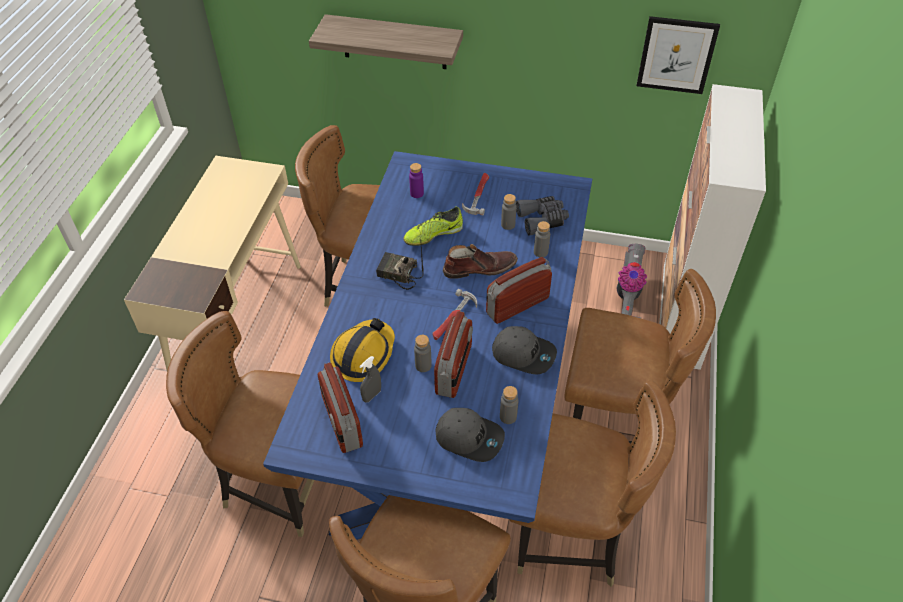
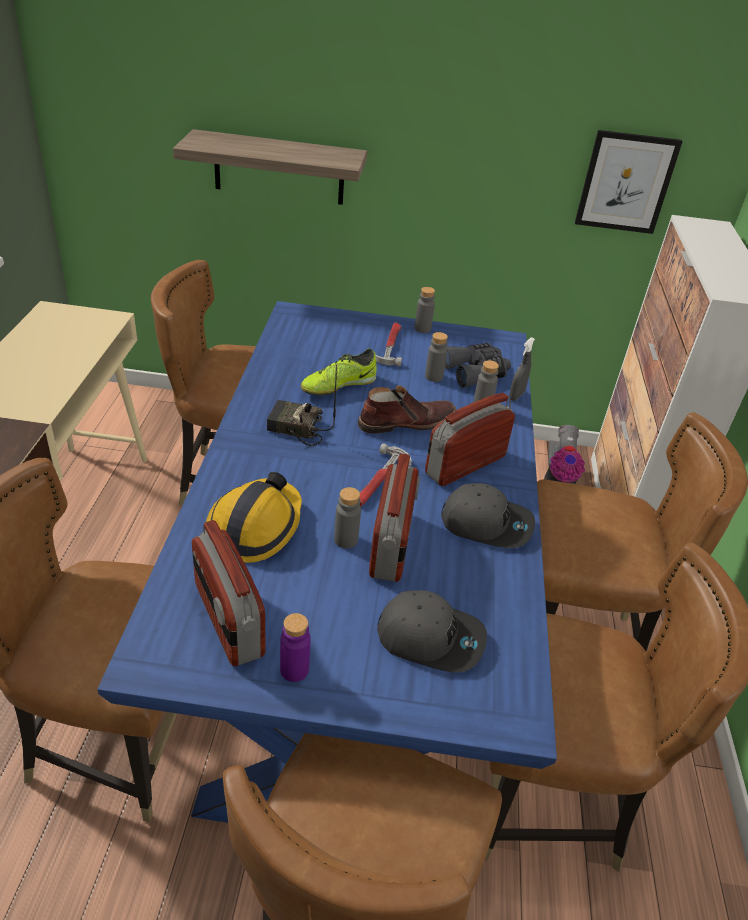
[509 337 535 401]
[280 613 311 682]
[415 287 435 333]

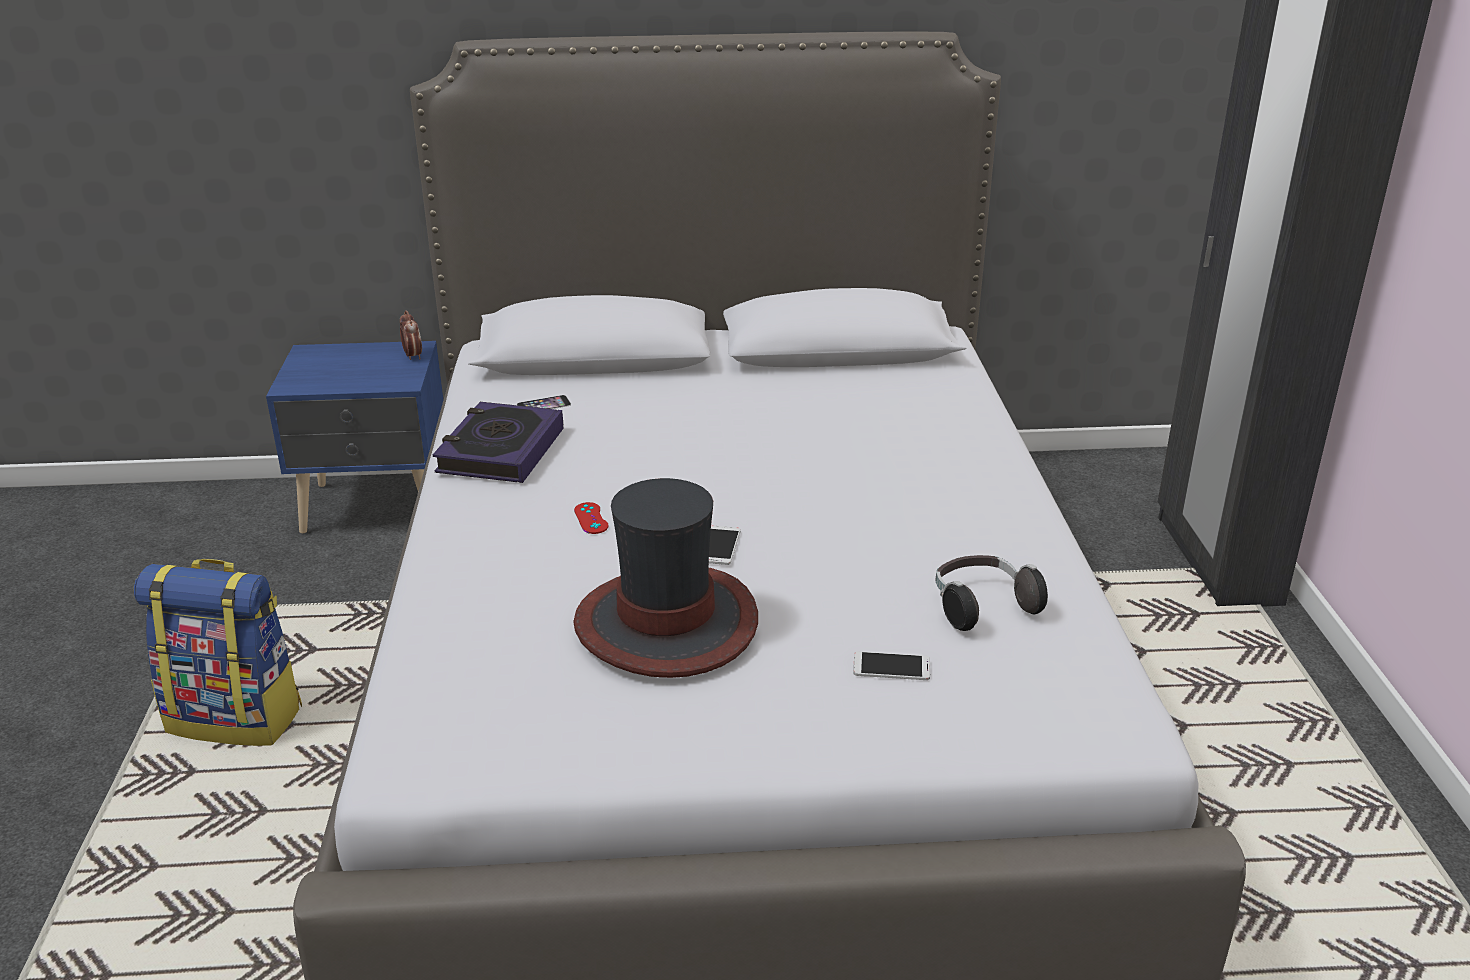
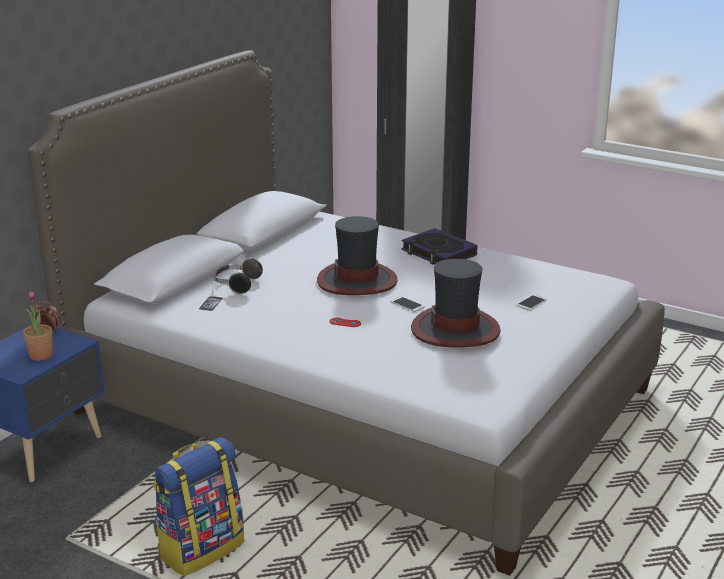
[401 228 478 265]
[214 257 263 295]
[23 291 53 361]
[317 216 398 295]

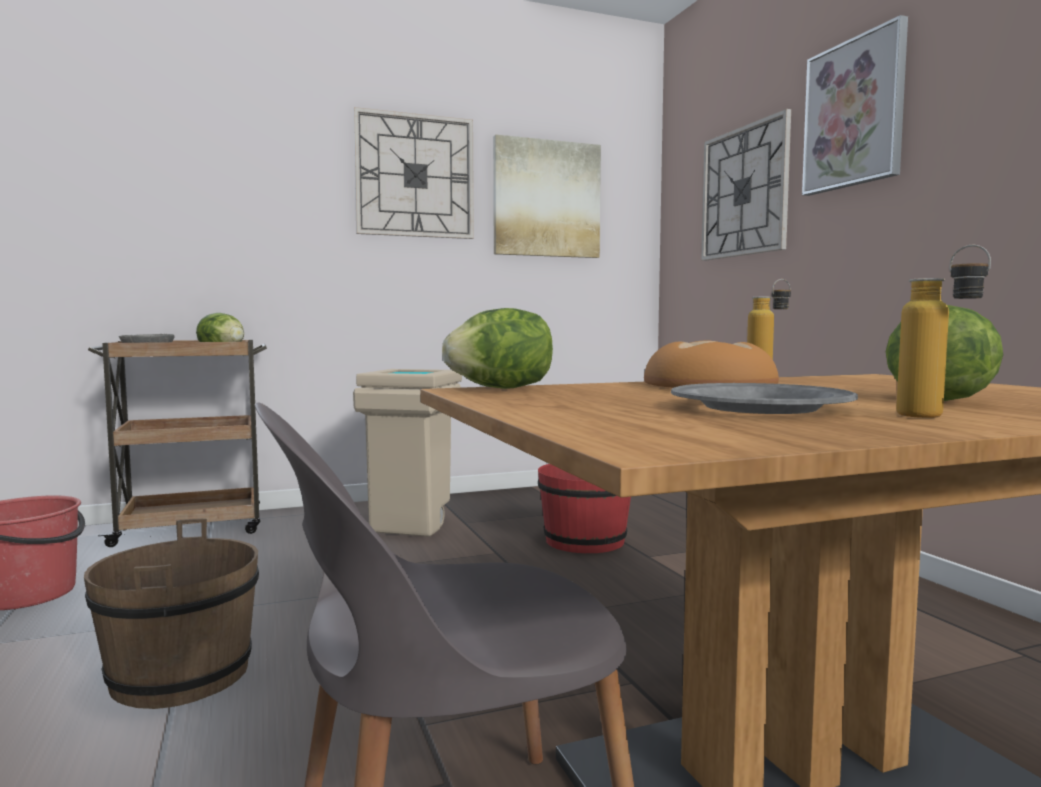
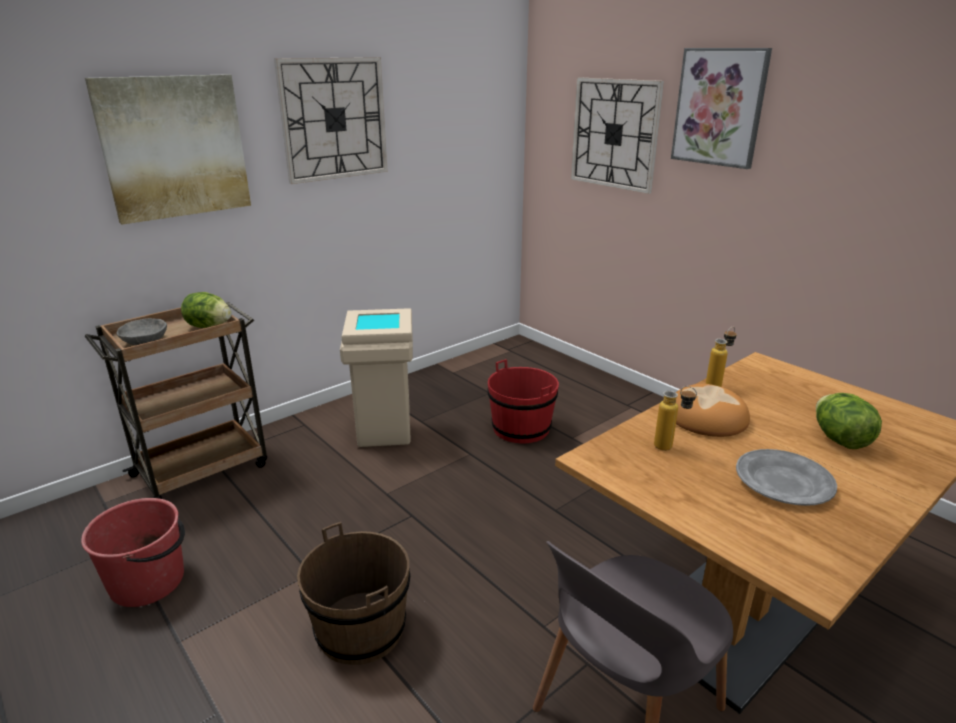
[442 308 553 389] (first image)
[85 74 251 224]
[654 386 697 451]

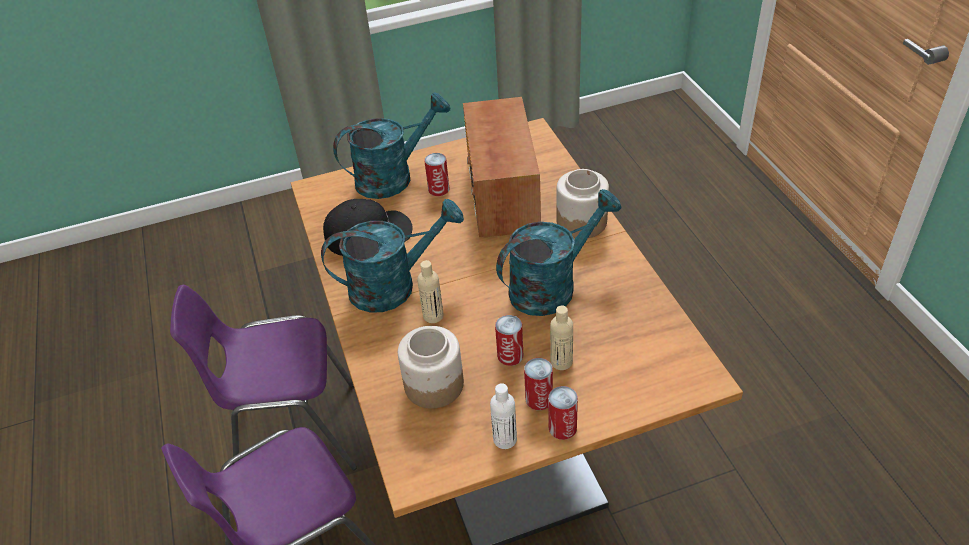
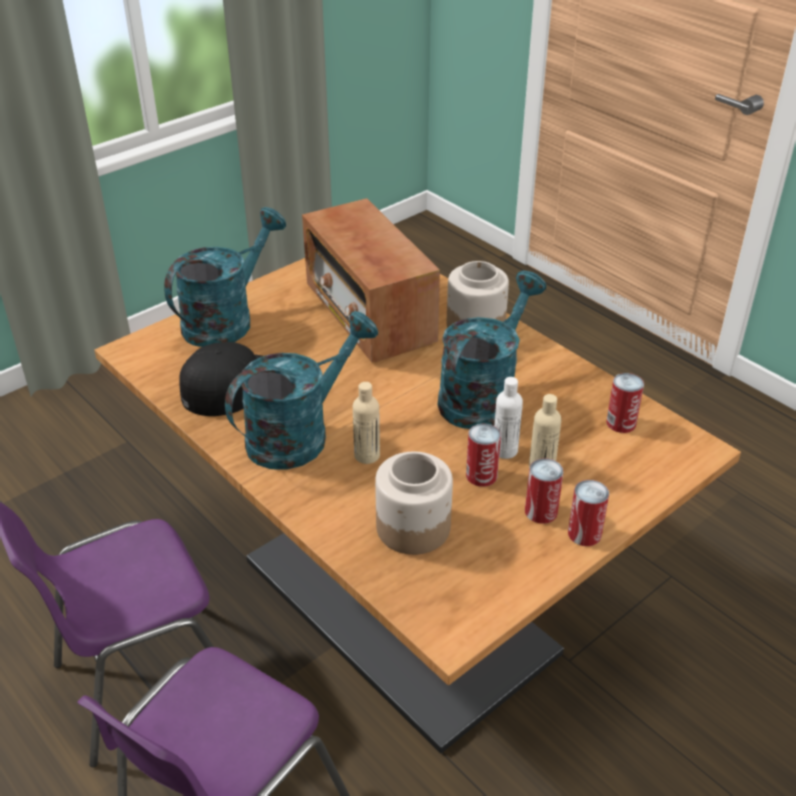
[606 373 644 433]
[494 377 523 459]

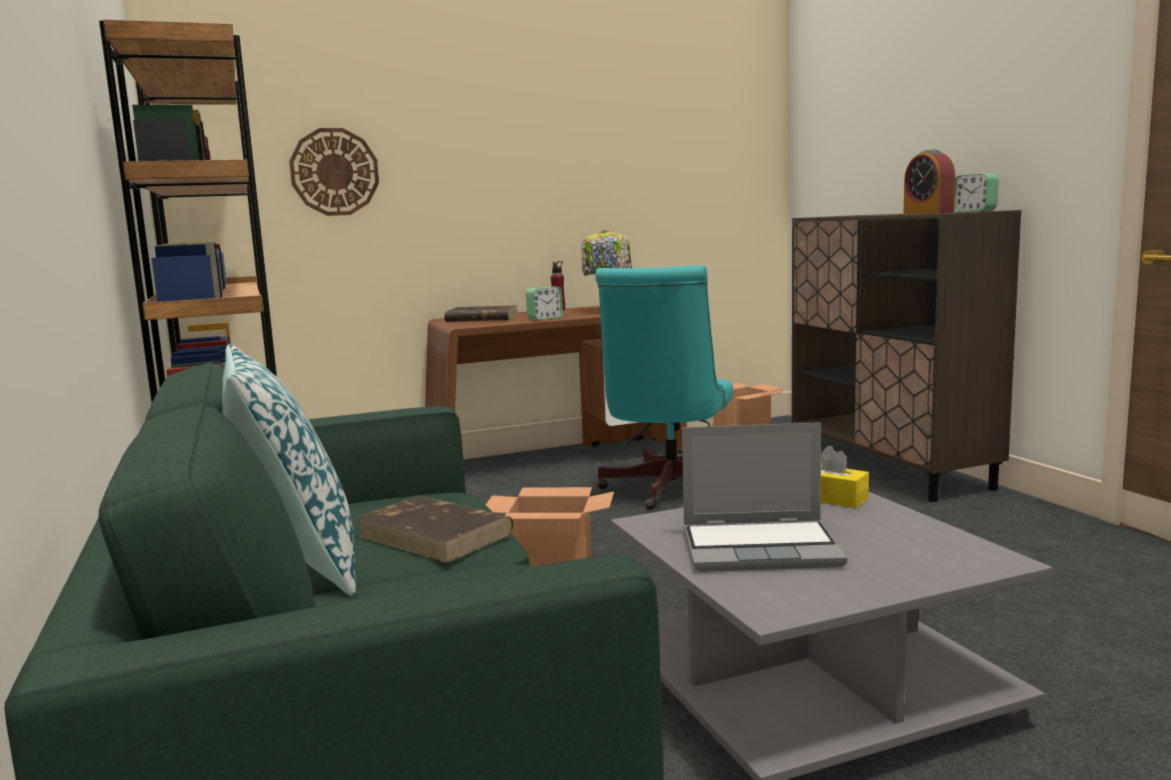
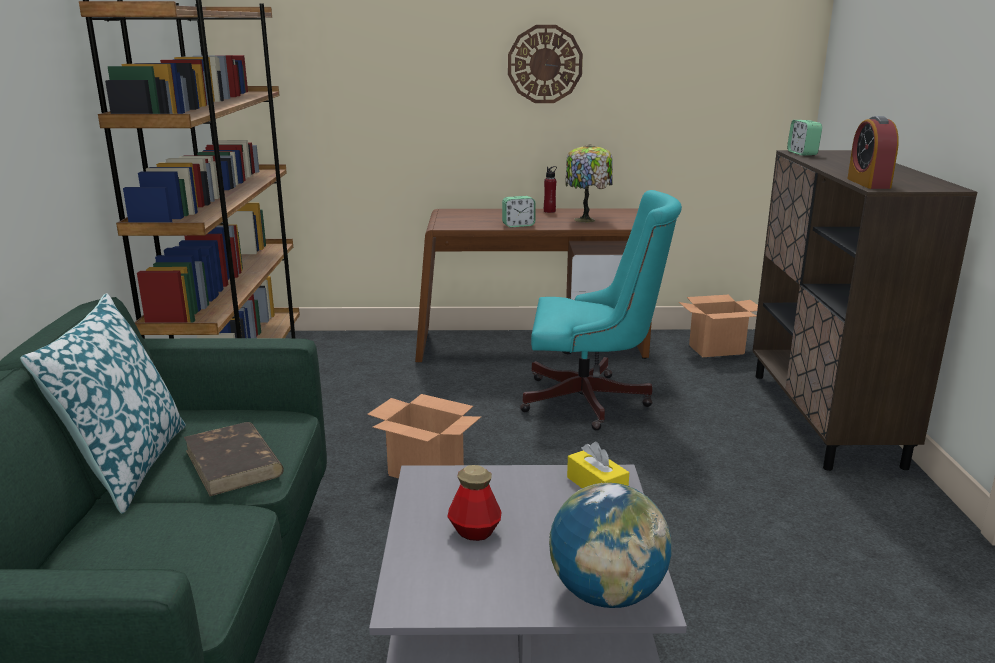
[508 25 583 103]
[444 305 518 322] (first image)
[520 190 682 431]
[447 465 501 541]
[787 120 822 156]
[549 483 672 608]

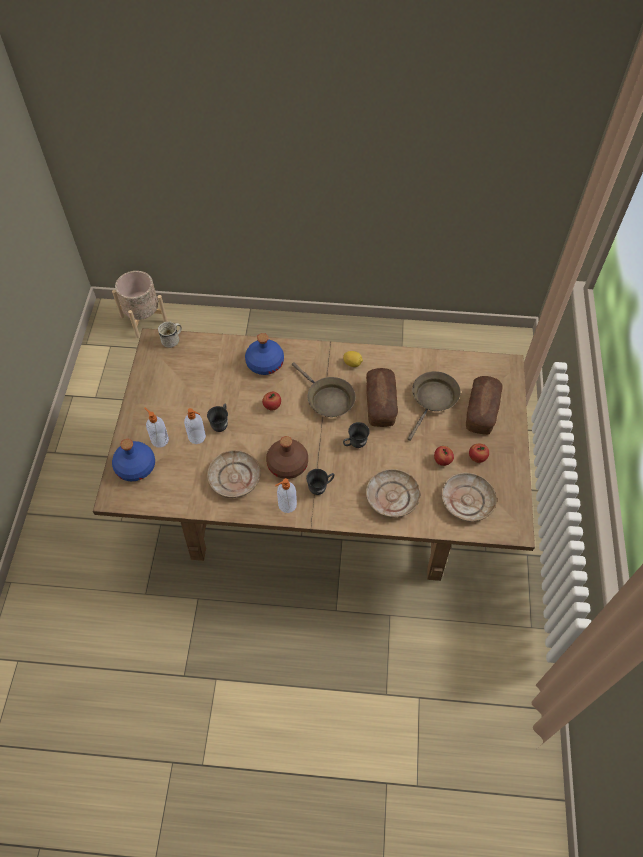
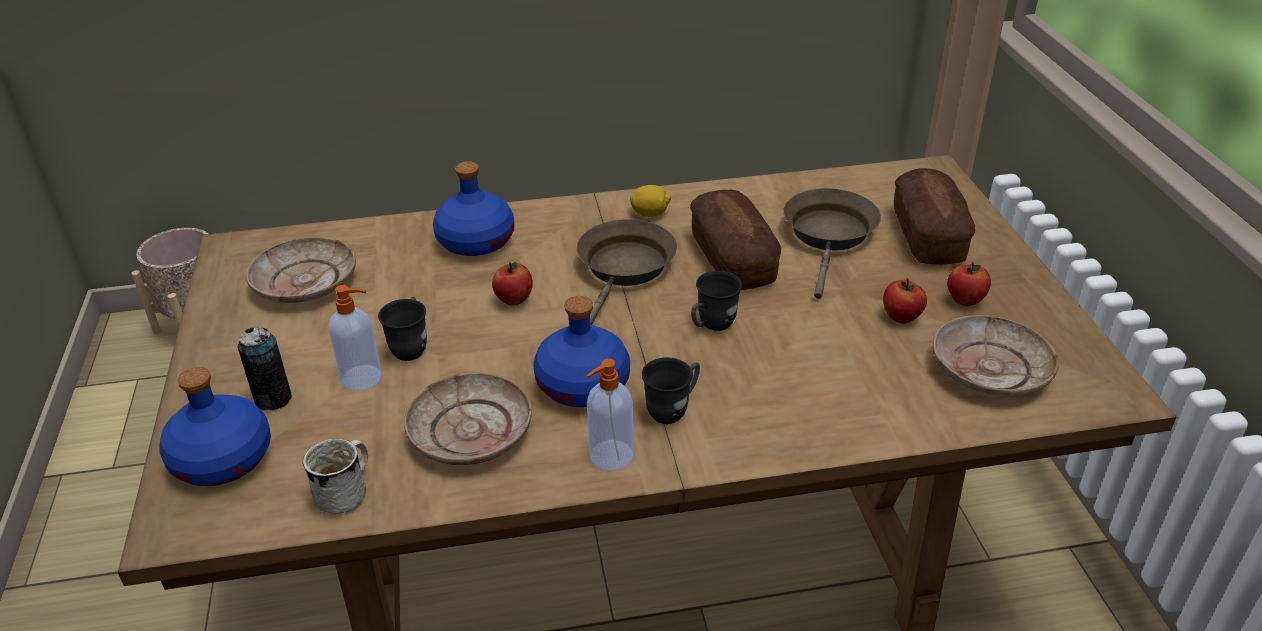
[238 327 292 411]
[303 438 368 514]
[533 296 630 407]
[577 219 677 325]
[246 237 356 303]

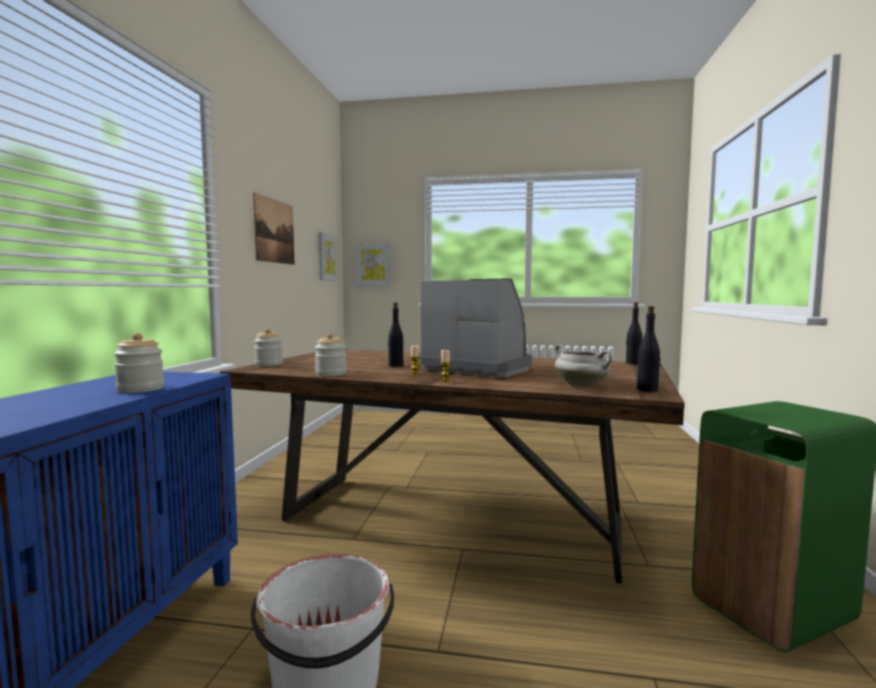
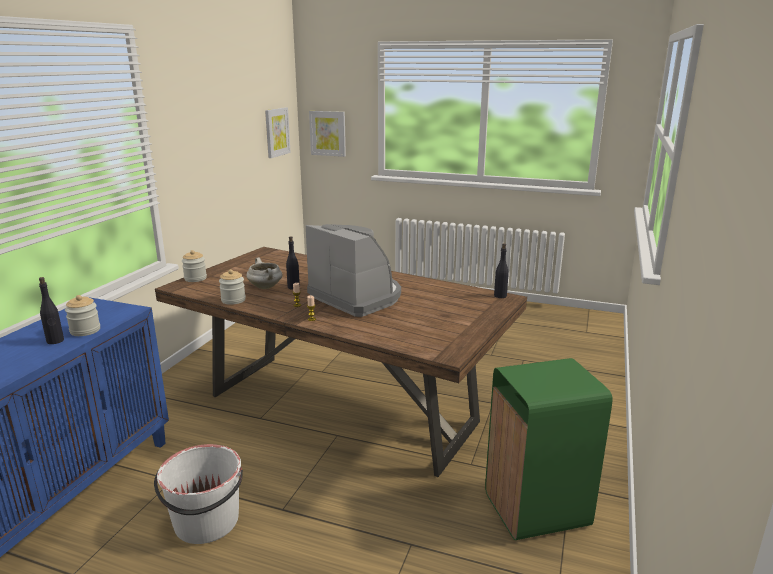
[253 192 294 265] (first image)
[246 257 283 289]
[39 277 64 344]

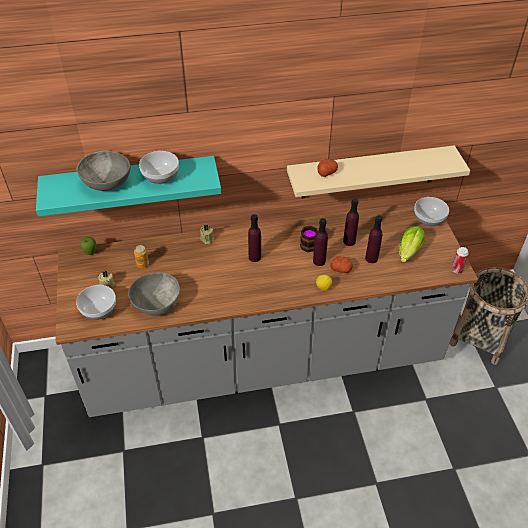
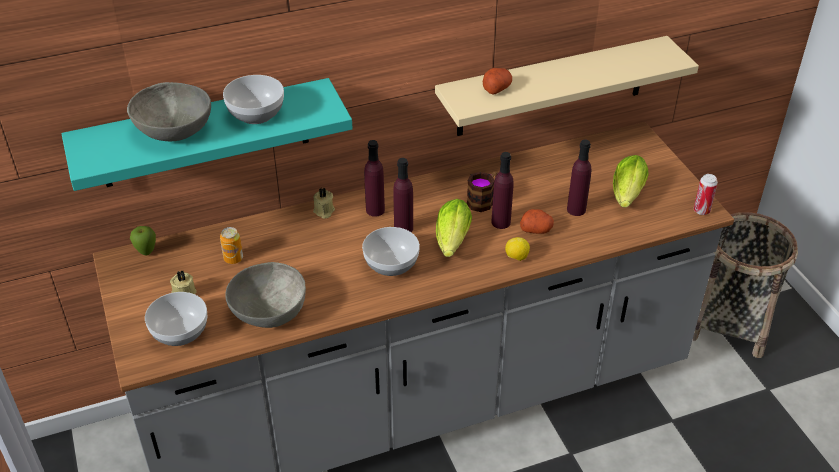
[364 140 385 217]
[362 227 420 276]
[436 199 472 257]

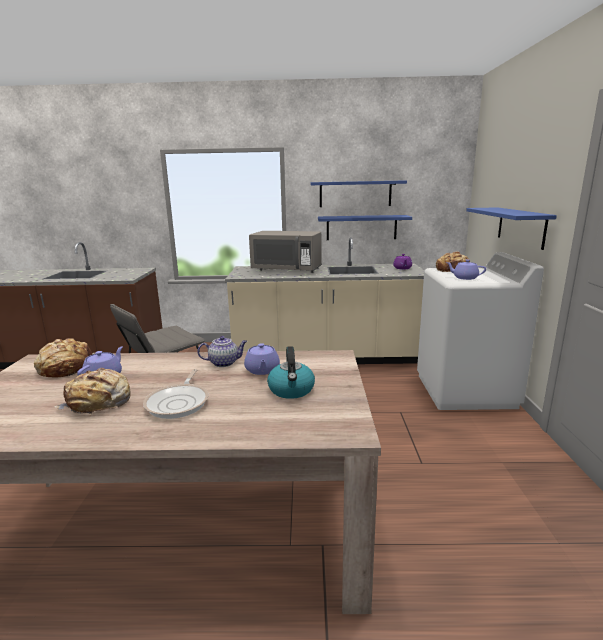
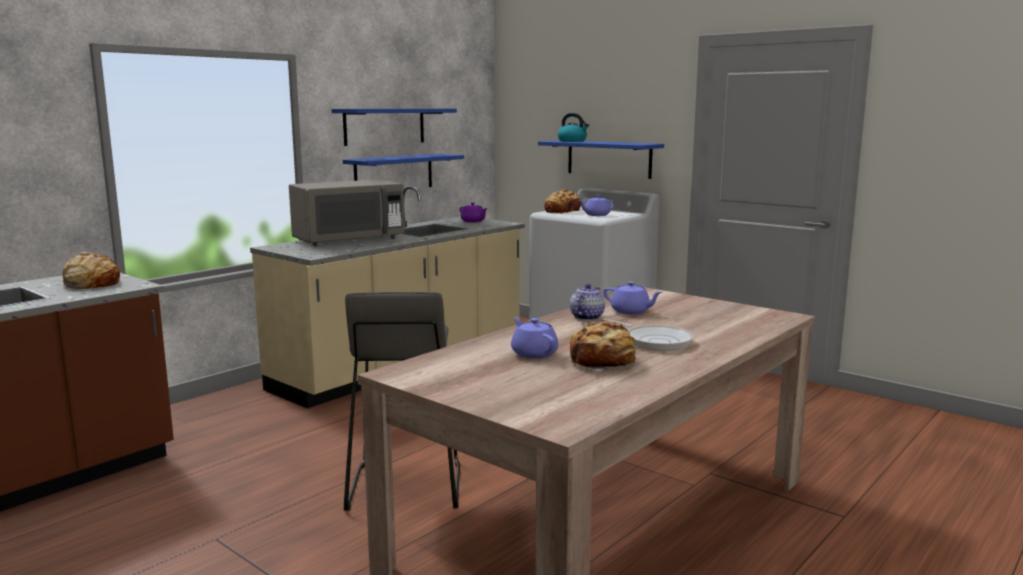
[63 252 120 289]
[558 113 589 142]

